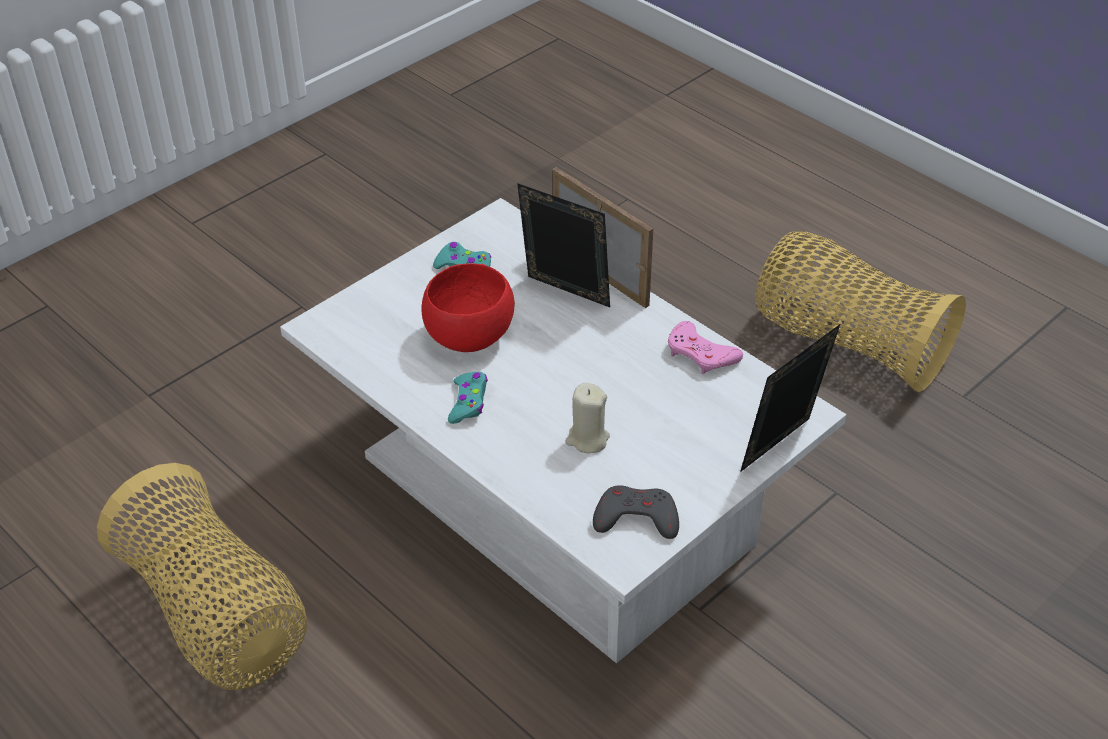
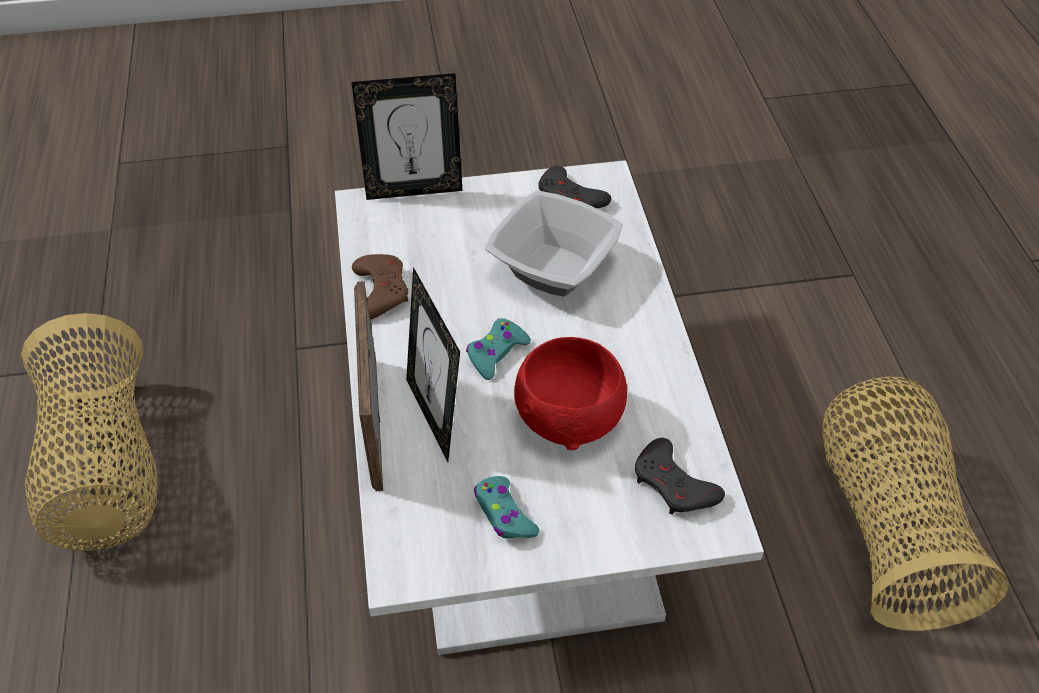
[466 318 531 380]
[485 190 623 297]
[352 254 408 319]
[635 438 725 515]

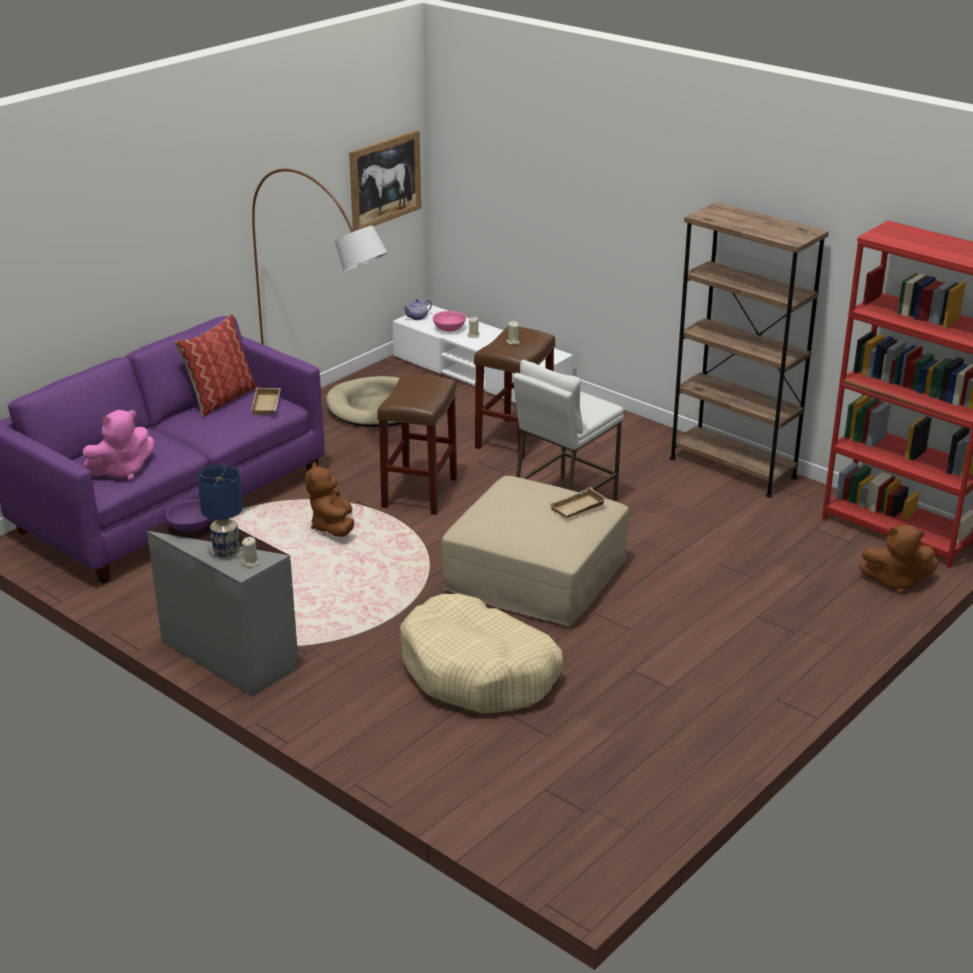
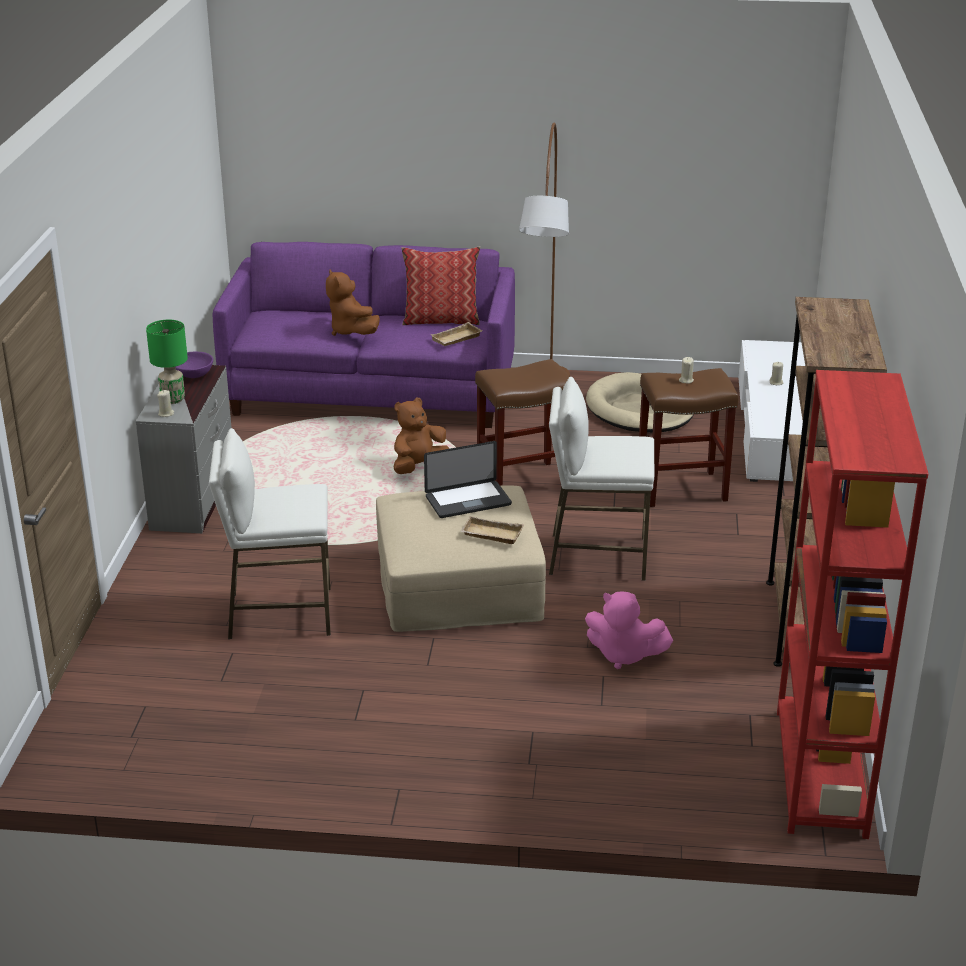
[585 591 673 669]
[146 320 188 404]
[349 130 421 231] (first image)
[209 428 331 639]
[403 299 432 320] (first image)
[433 311 466 331] (first image)
[326 269 380 336]
[424 441 512 518]

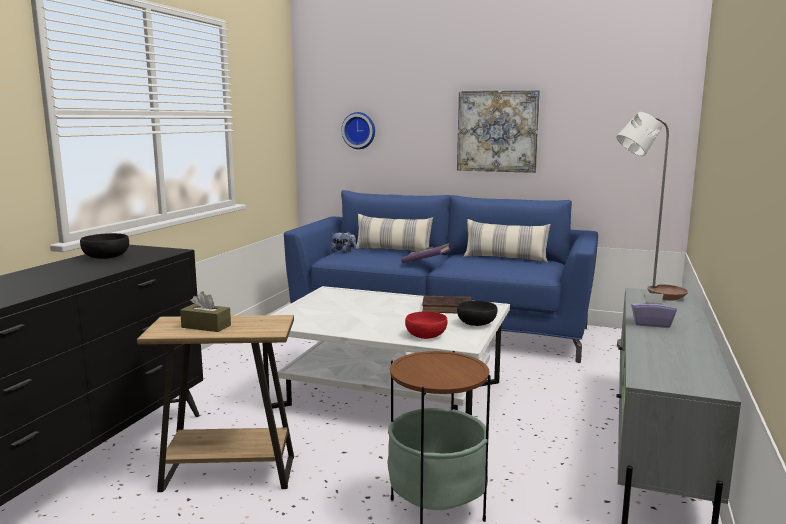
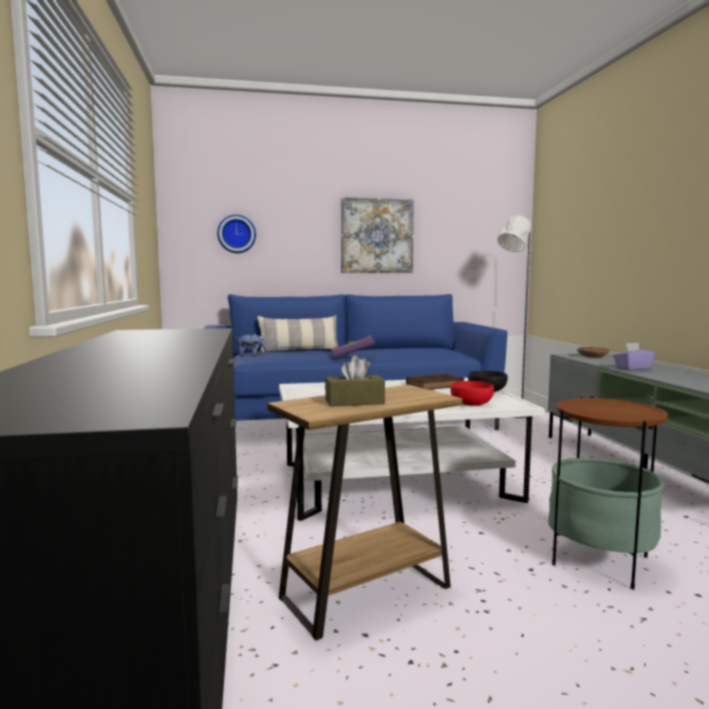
[80 233 129 259] (first image)
[463 219 551 263] (first image)

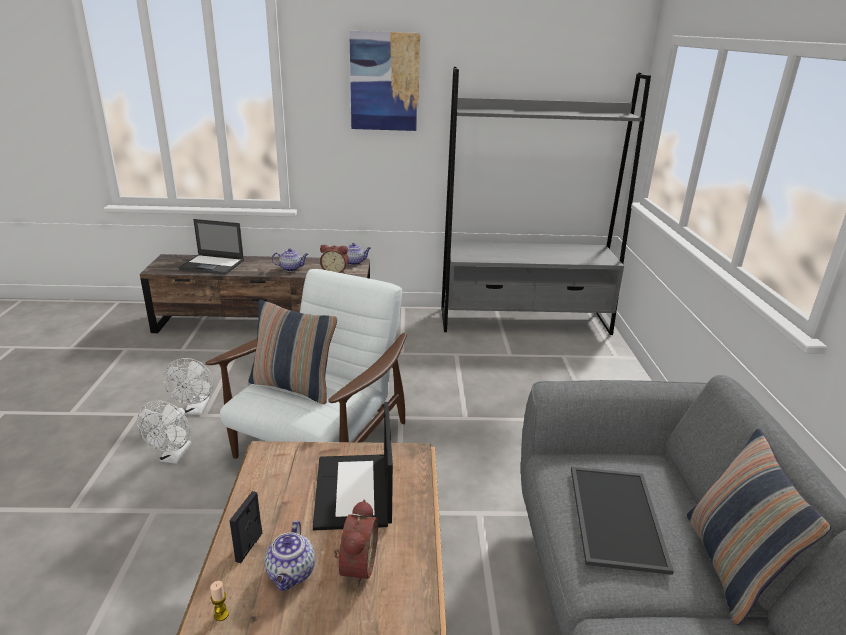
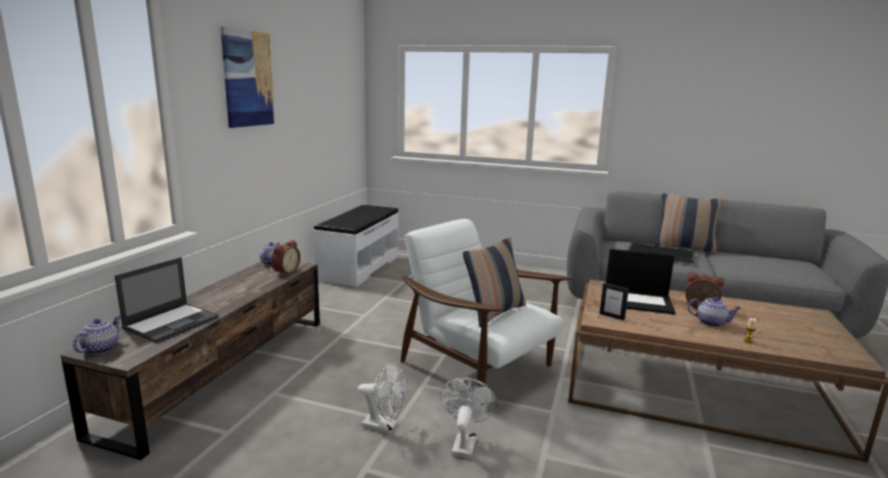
[440 377 497 458]
[600 283 629 320]
[73 316 121 354]
[313 205 399 287]

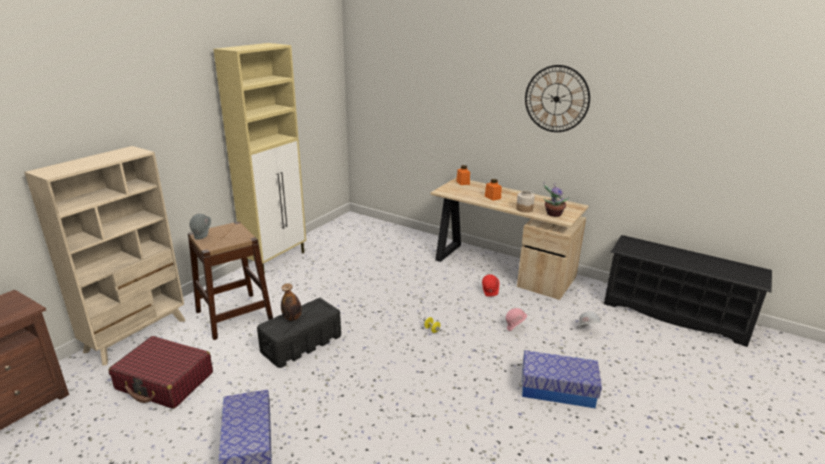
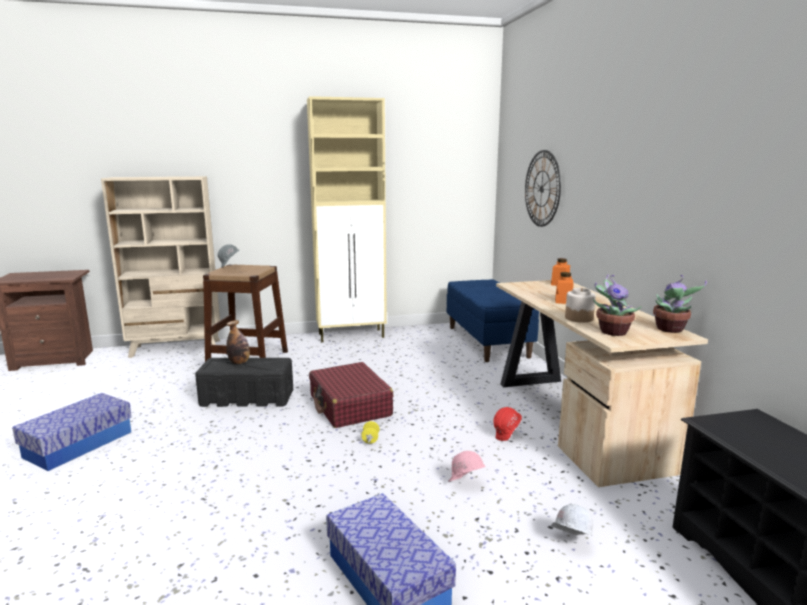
[309 362 393 428]
[525 150 561 227]
[447 279 539 362]
[653 275 707 333]

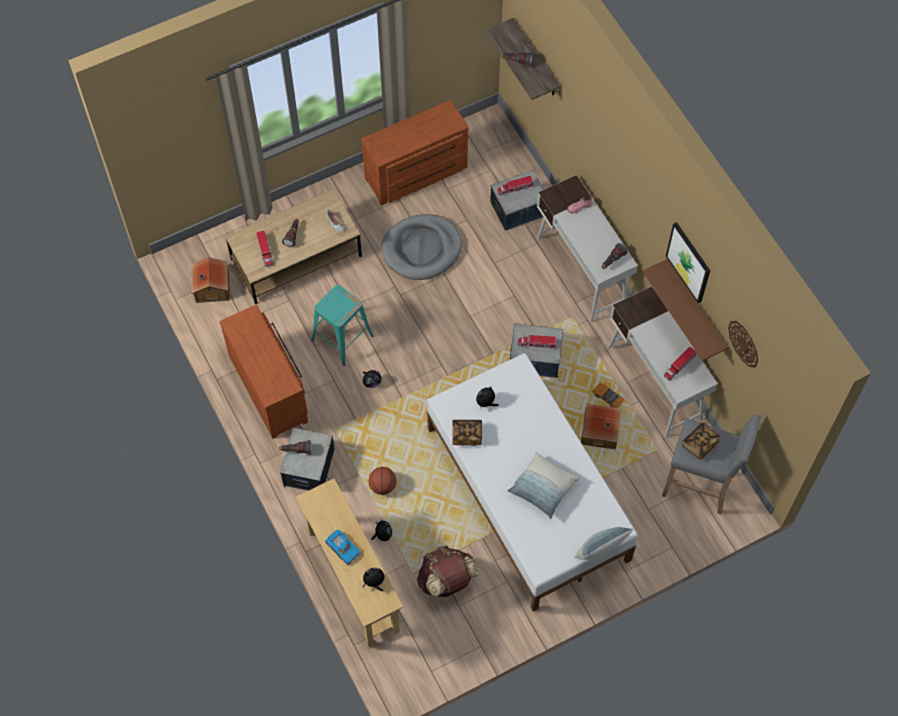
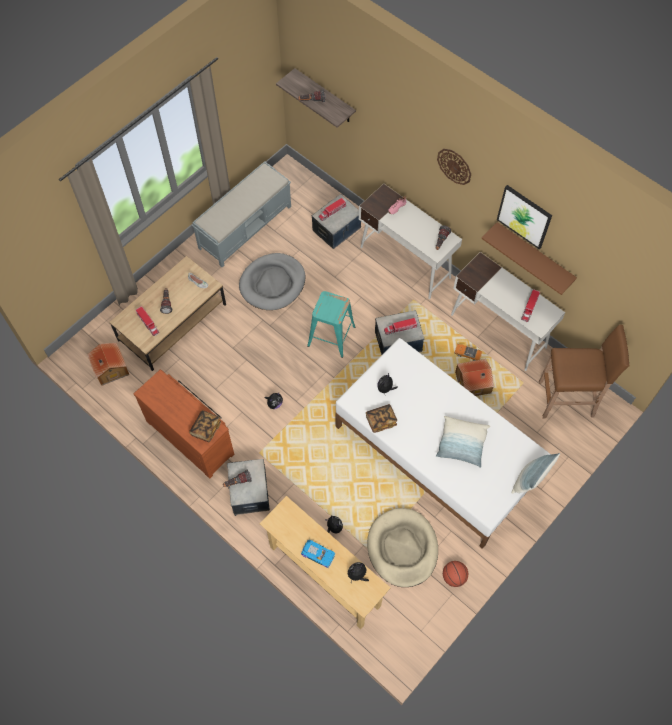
[307 291 355 358]
[192 161 291 267]
[443 561 468 587]
[367 508 438 587]
[539 325 630 418]
[189 410 221 442]
[437 149 471 185]

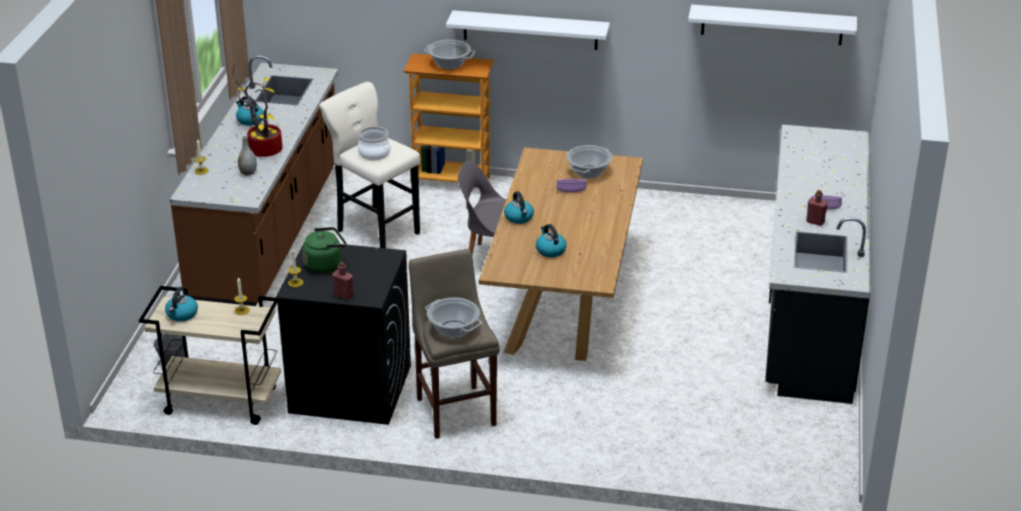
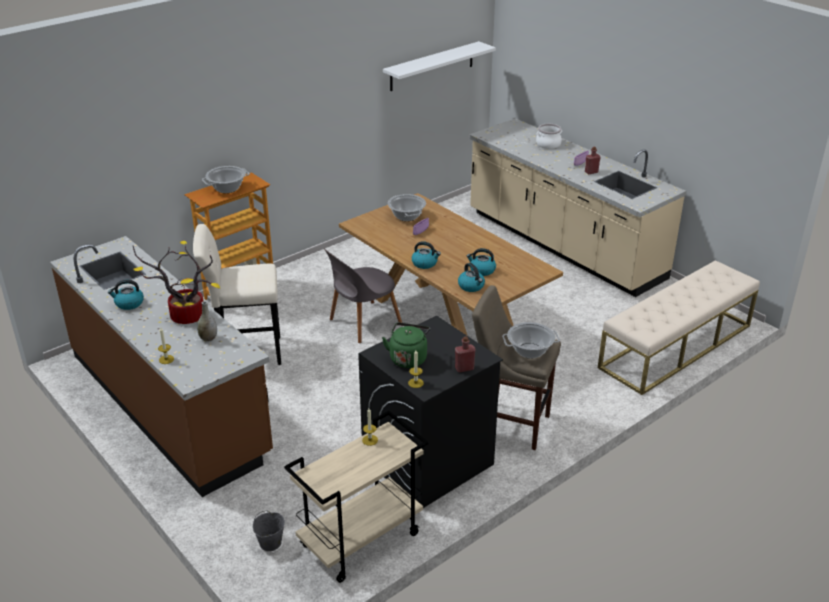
[458 263 485 292]
[536 124 562 149]
[446 10 610 50] (first image)
[469 118 686 297]
[598 260 760 395]

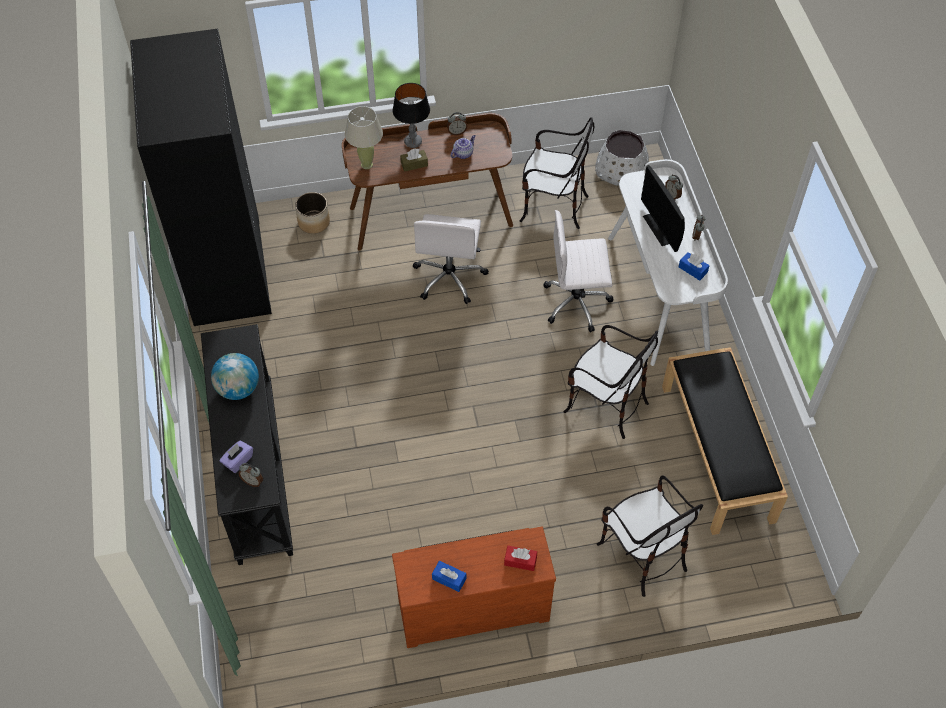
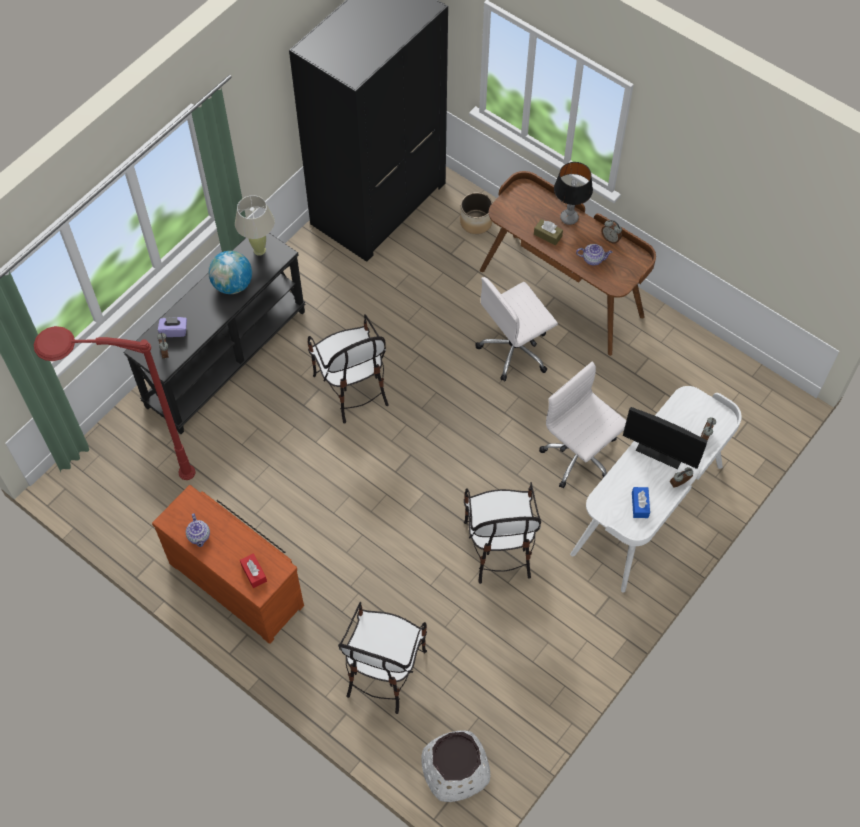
[235 195 275 256]
[186 513 210 547]
[307 314 389 423]
[421 730 490 802]
[623 407 707 469]
[662 347 788 535] (first image)
[34 326 196 480]

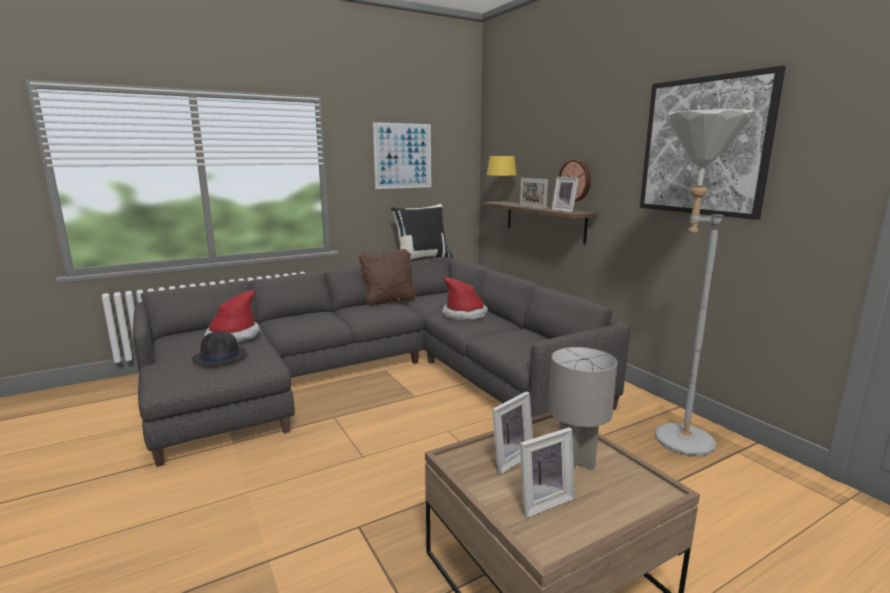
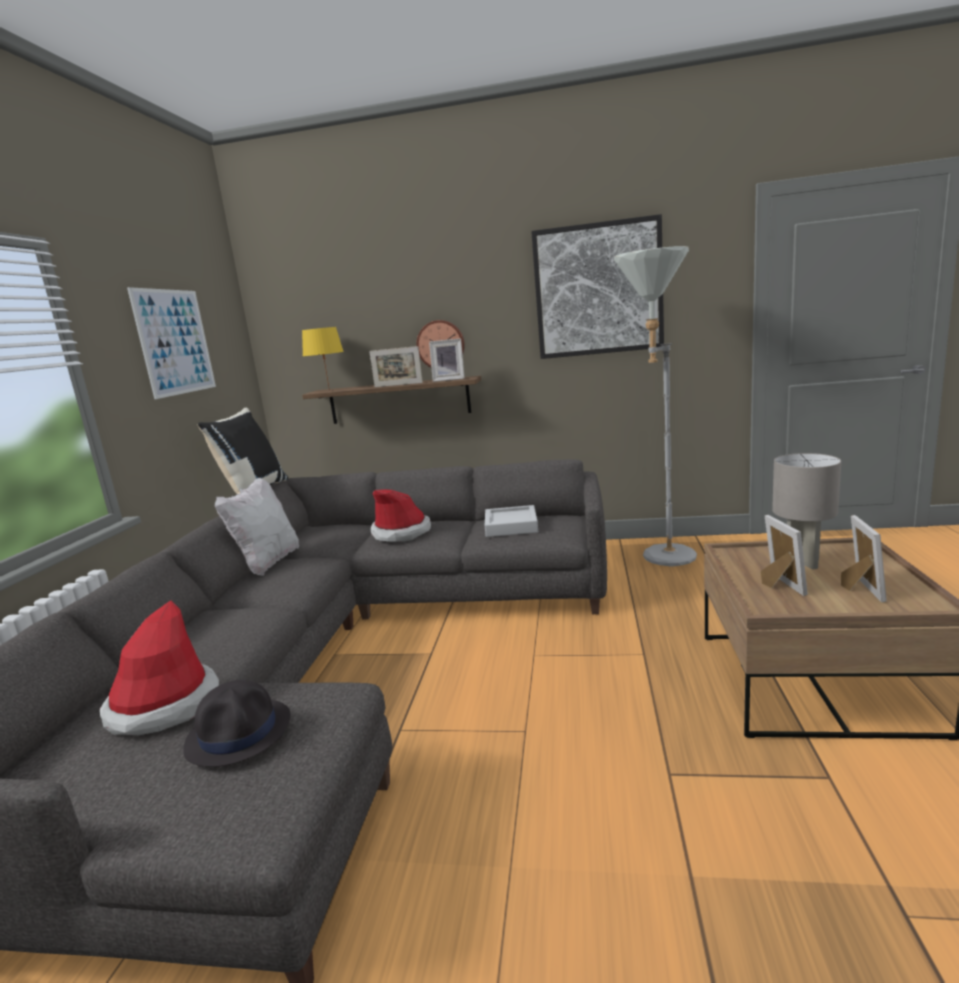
[215 478 299 576]
[485 505 538 537]

